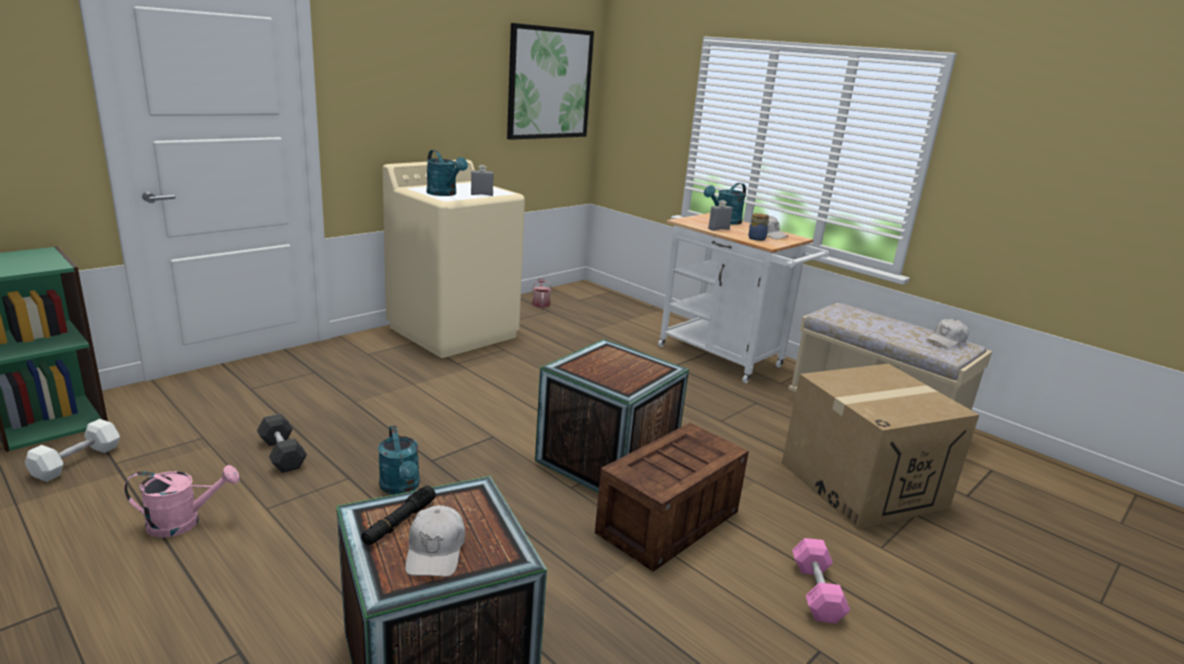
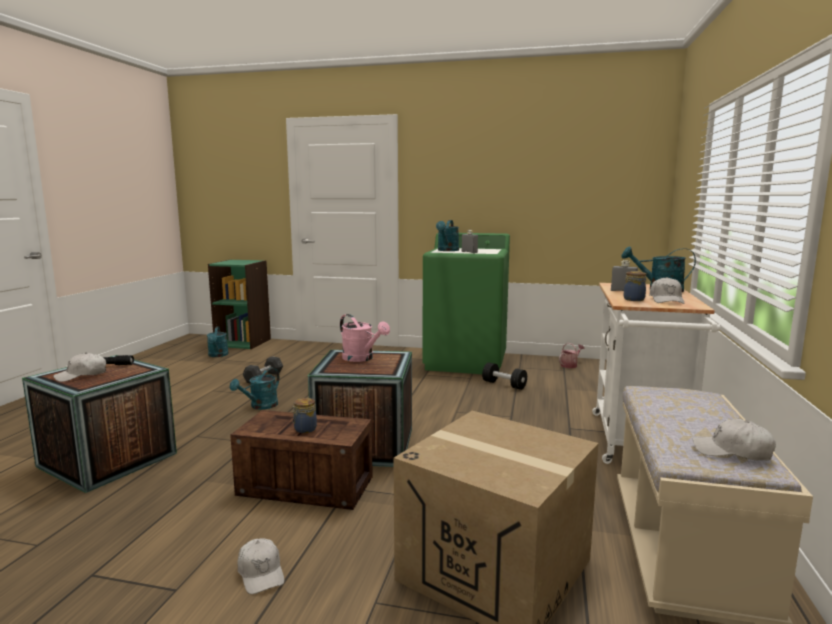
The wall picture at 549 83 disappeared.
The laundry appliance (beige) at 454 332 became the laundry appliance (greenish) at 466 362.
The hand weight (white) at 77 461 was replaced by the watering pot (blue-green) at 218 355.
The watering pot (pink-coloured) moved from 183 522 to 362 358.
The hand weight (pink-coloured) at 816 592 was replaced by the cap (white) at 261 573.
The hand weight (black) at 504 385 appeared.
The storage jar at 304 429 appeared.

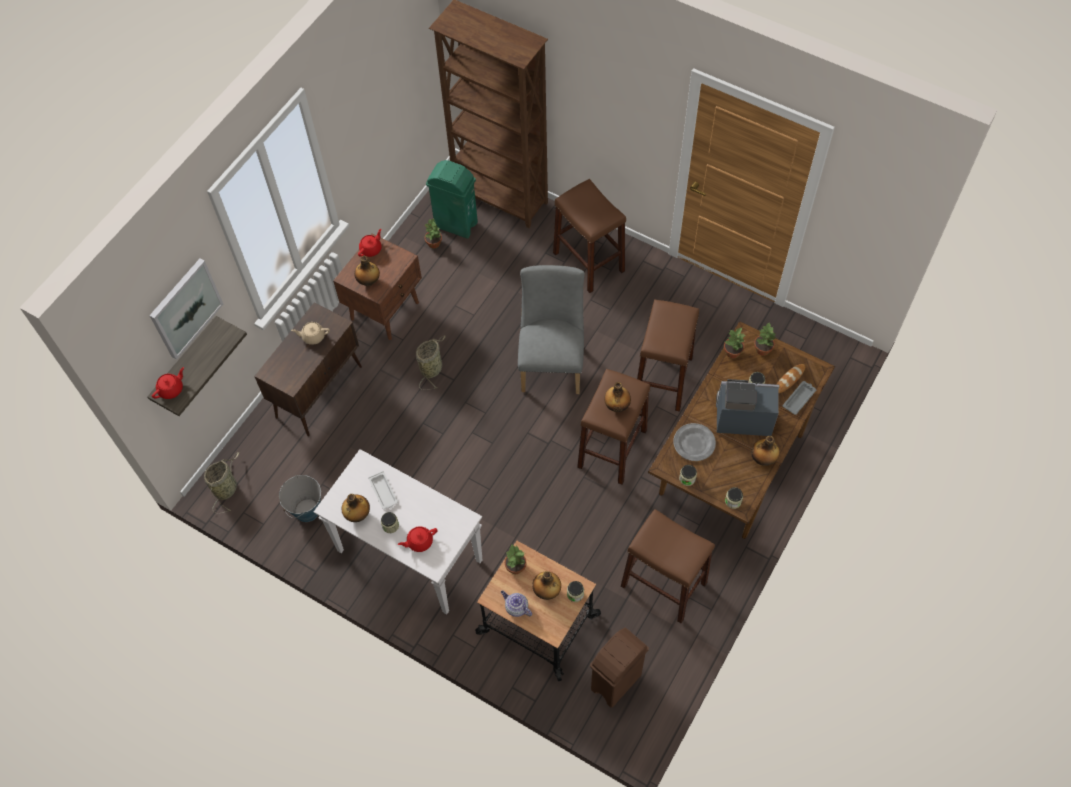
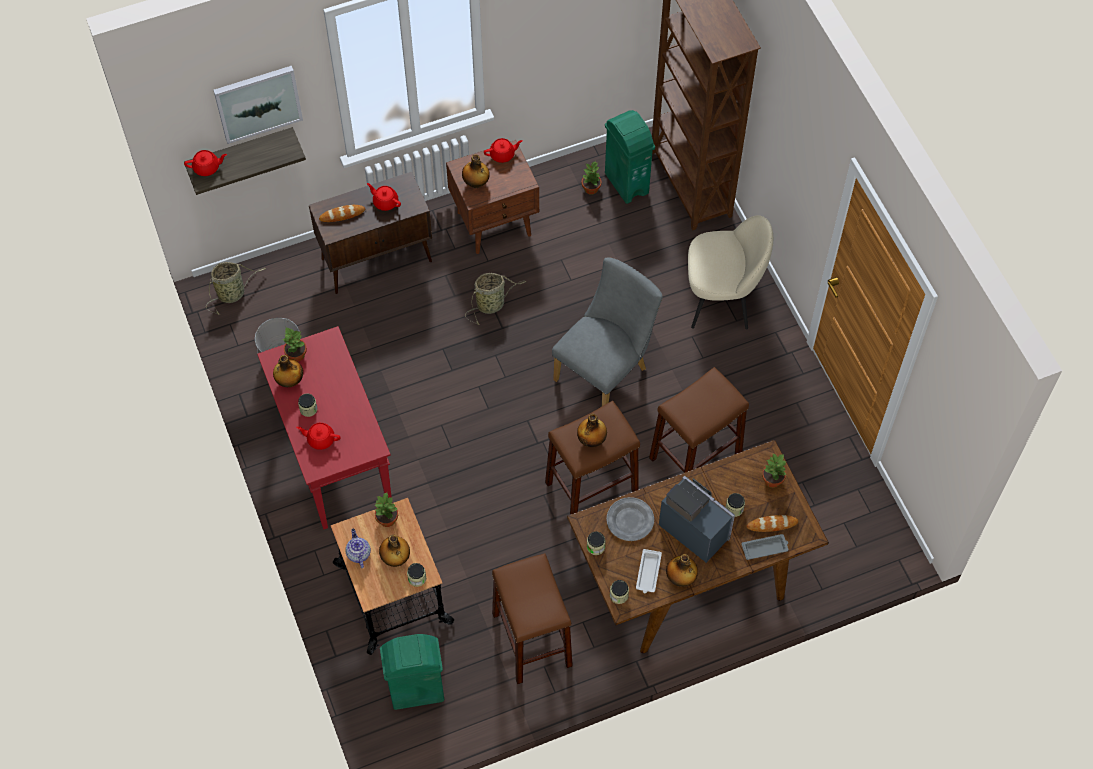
The sitting stool (brown) at 588 262 was replaced by the plain chair (beige) at 721 299.
The tea pot (beige) at 313 336 became the tea pot (red-coloured) at 385 202.
The potted plant moved from 732 352 to 296 355.
The narrow table (white) at 408 556 became the narrow table (red-coloured) at 333 457.
The carrying tray (white) moved from 384 492 to 648 573.
The trash can (brown) at 615 682 became the trash can (greenish) at 416 691.
The bread at 342 215 appeared.

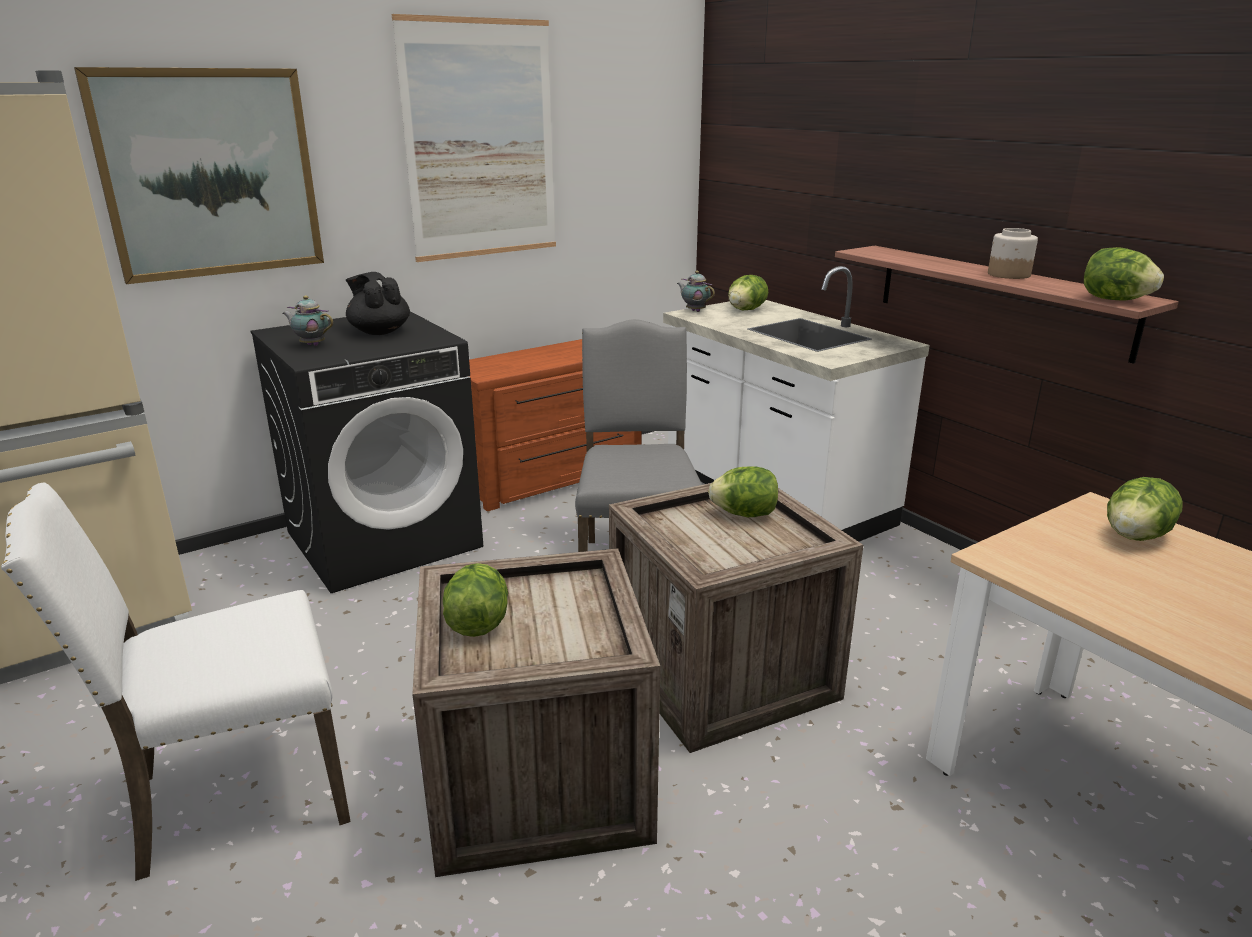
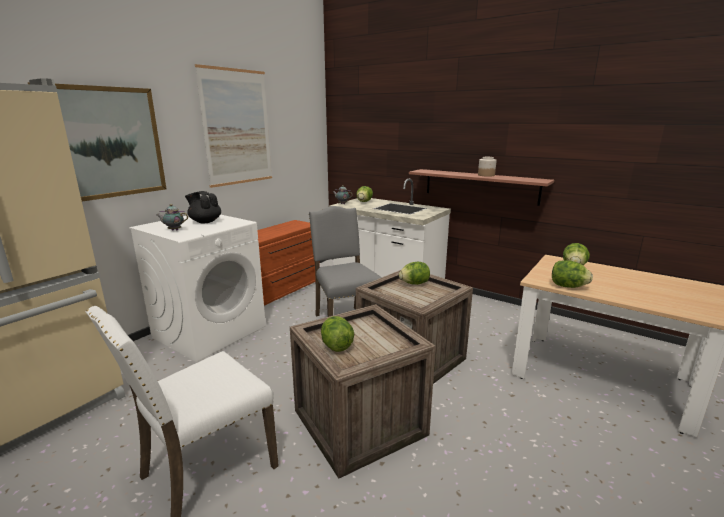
The lettuce head moved from 1114 300 to 567 286.
The laundry appliance (black) at 385 538 became the laundry appliance (white) at 210 331.

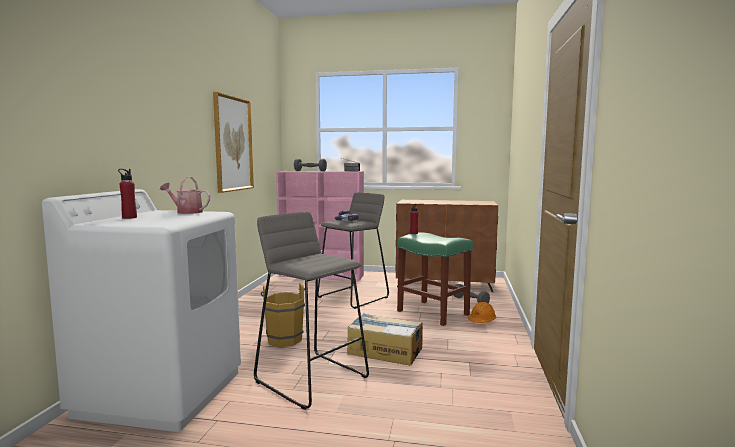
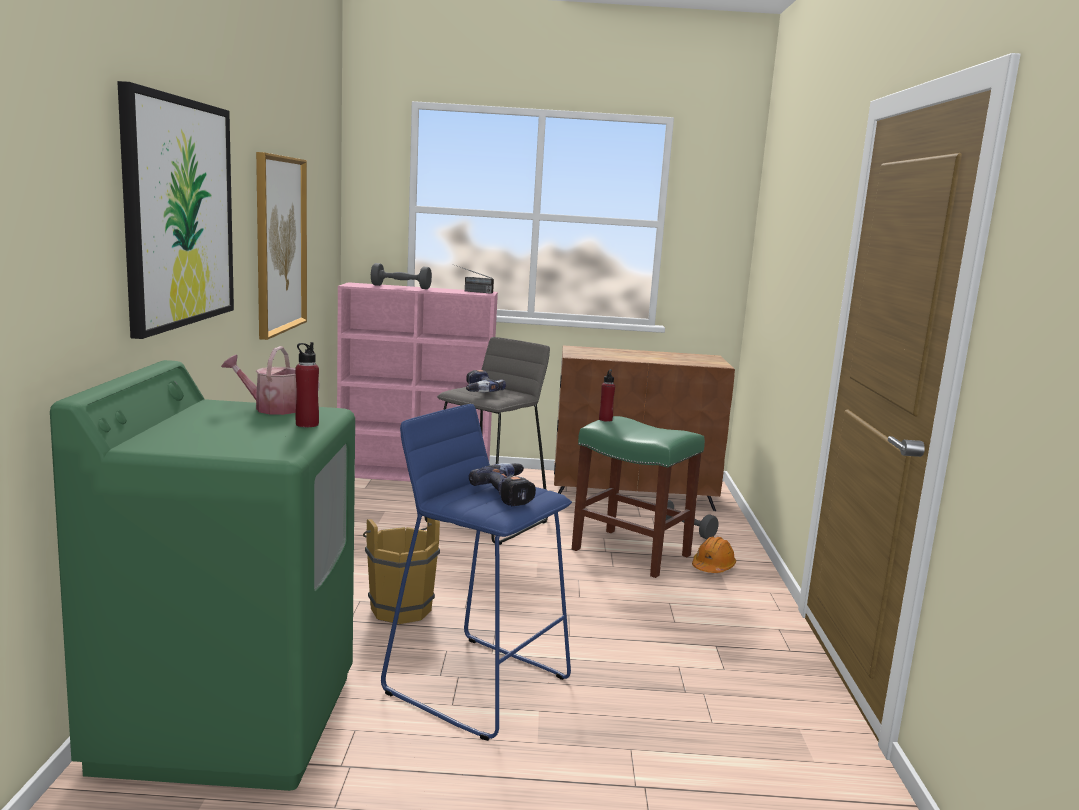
The beverage bottle (red-coloured) moved from 129 217 to 307 424.
The laundry appliance (white) at 161 392 became the laundry appliance (greenish) at 229 719.
The sitting stool (greyish) at 312 379 became the sitting stool (blue) at 478 684.
The cardboard box at 385 350 disappeared.
The wall picture at 179 213 appeared.
The power drill at 511 493 appeared.

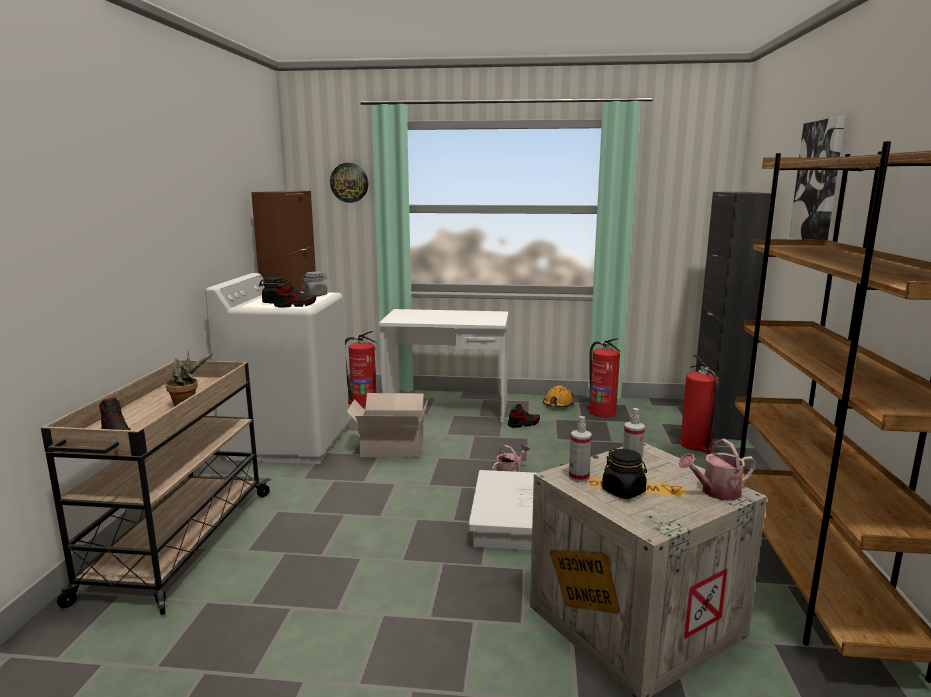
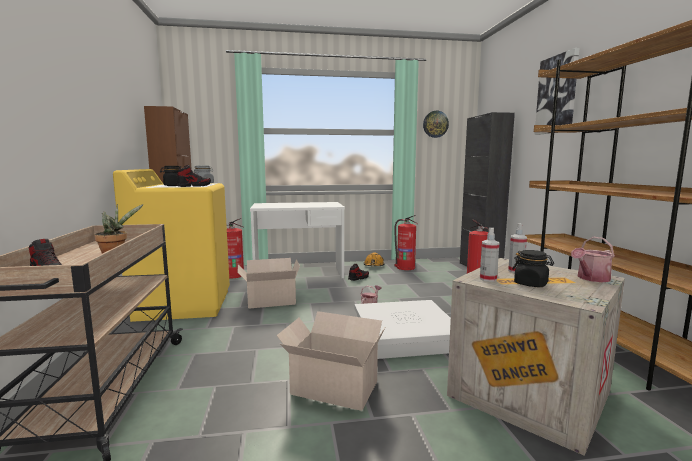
The wall clock moved from 349 182 to 435 124.
The laundry appliance (white) at 289 442 became the laundry appliance (yellow) at 184 304.
The cardboard box at 332 387 appeared.

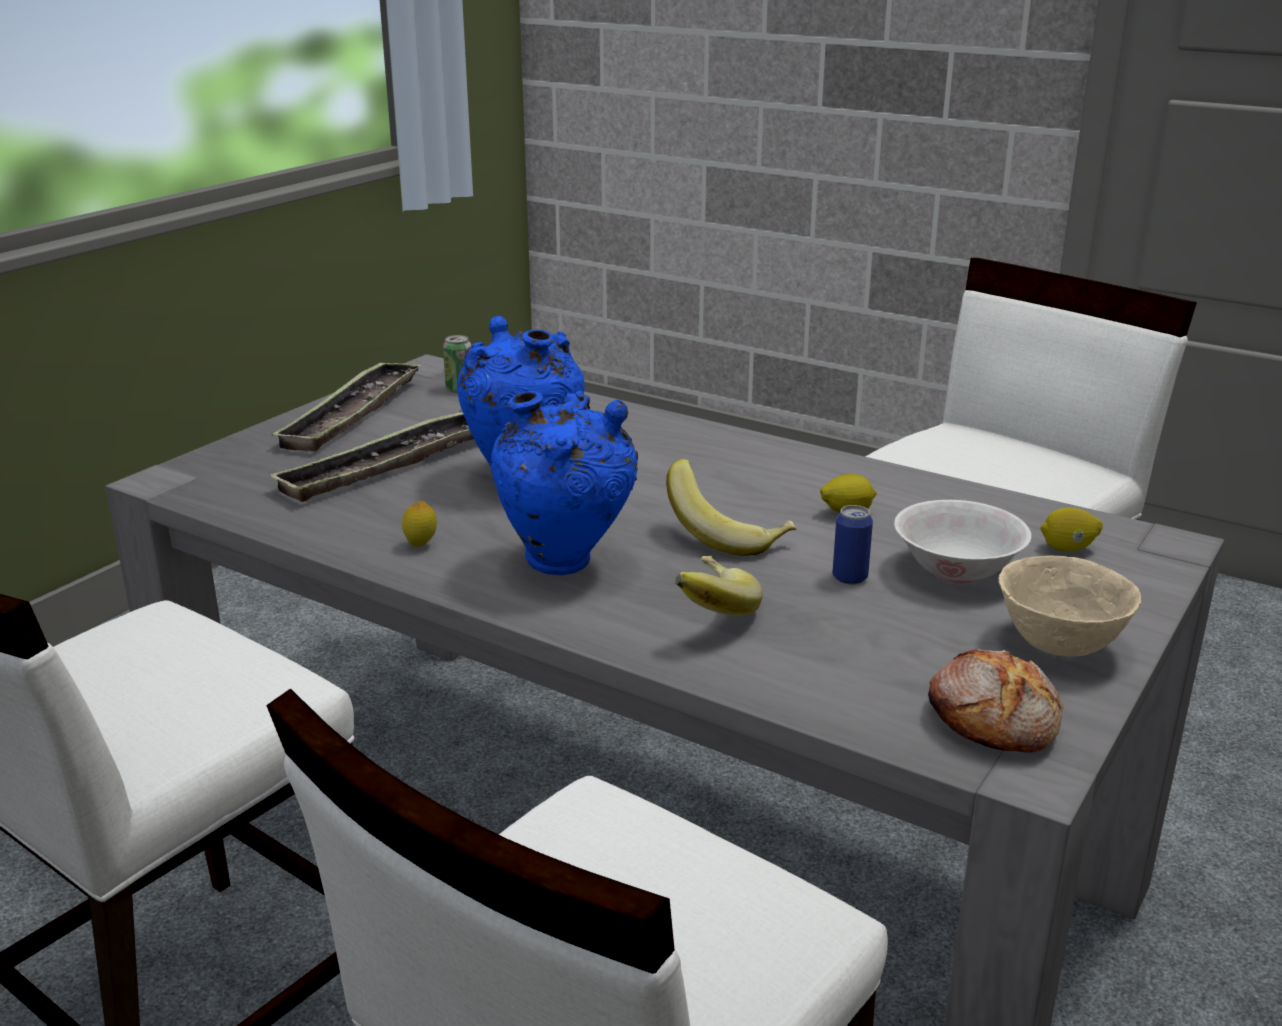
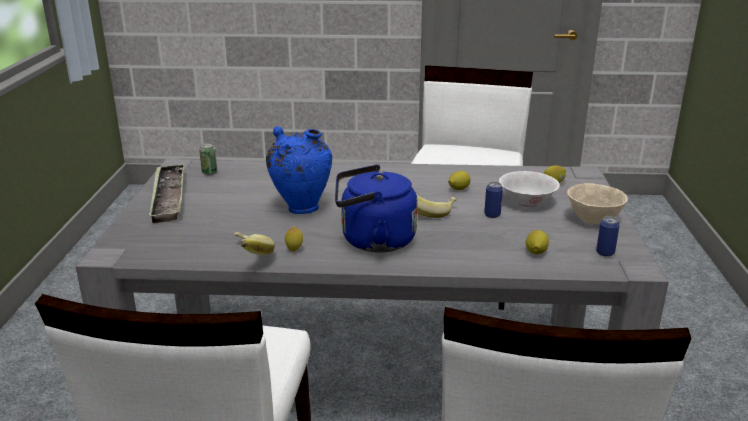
The flower vase (blue) at 566 565 was replaced by the water kettle (blue) at 373 241.
The carrying tray at 386 466 disappeared.
The banana moved from 707 611 to 248 257.
The bread at 994 718 was replaced by the sealed can at 605 253.
The lemon at 535 252 appeared.

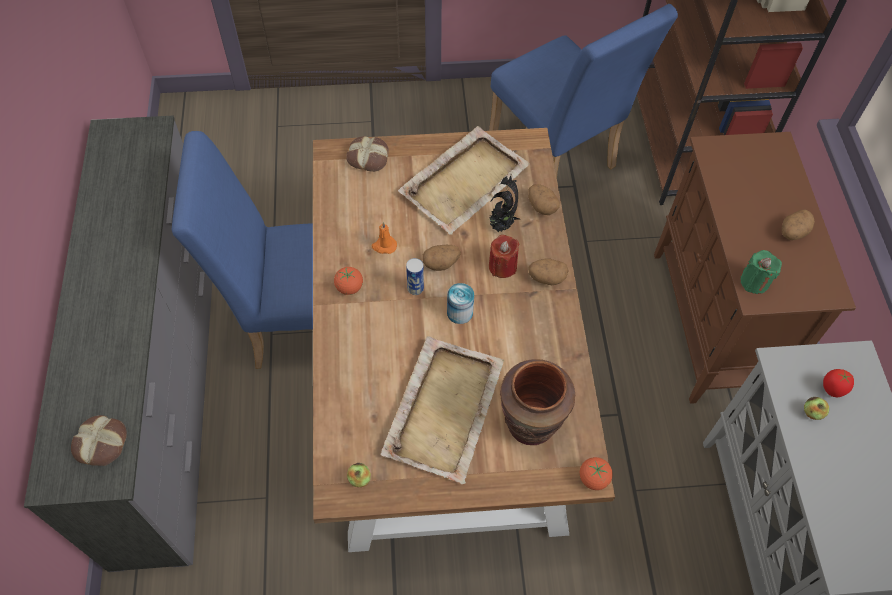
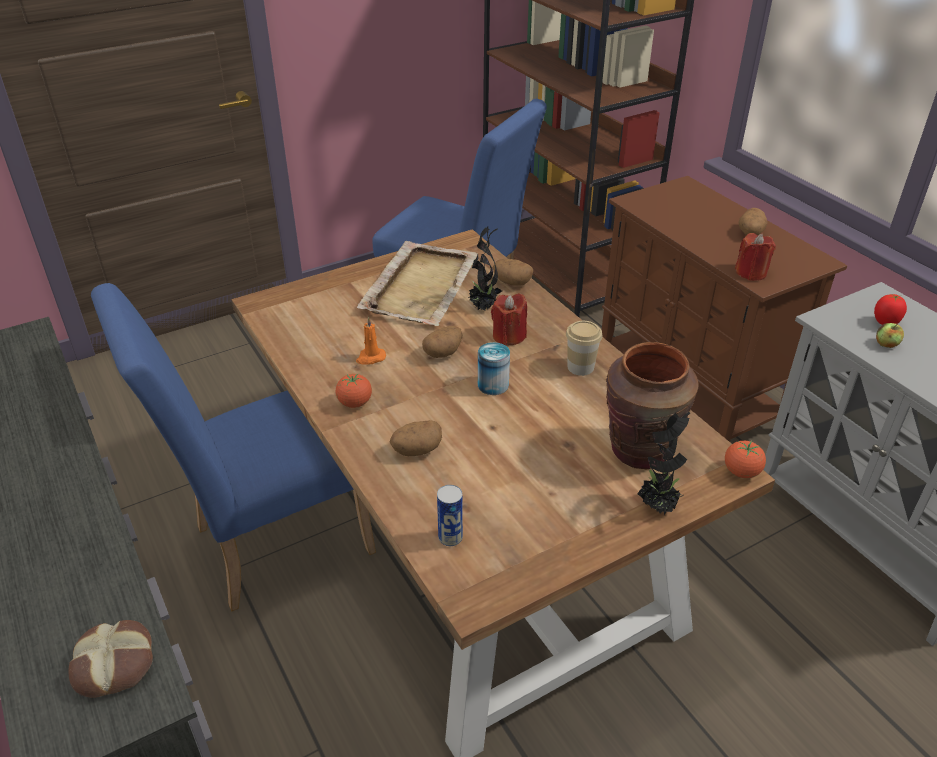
The bread at 368 157 disappeared.
The wax light (greenish) at 754 282 became the wax light (red-coloured) at 751 273.
The sealed can moved from 415 288 to 450 537.
The whole potato moved from 546 278 to 416 450.
The carrying tray (beige) at 445 408 disappeared.
The apple fruit at 359 479 disappeared.
The small cup at 580 367 appeared.
The potted plant at 658 507 appeared.

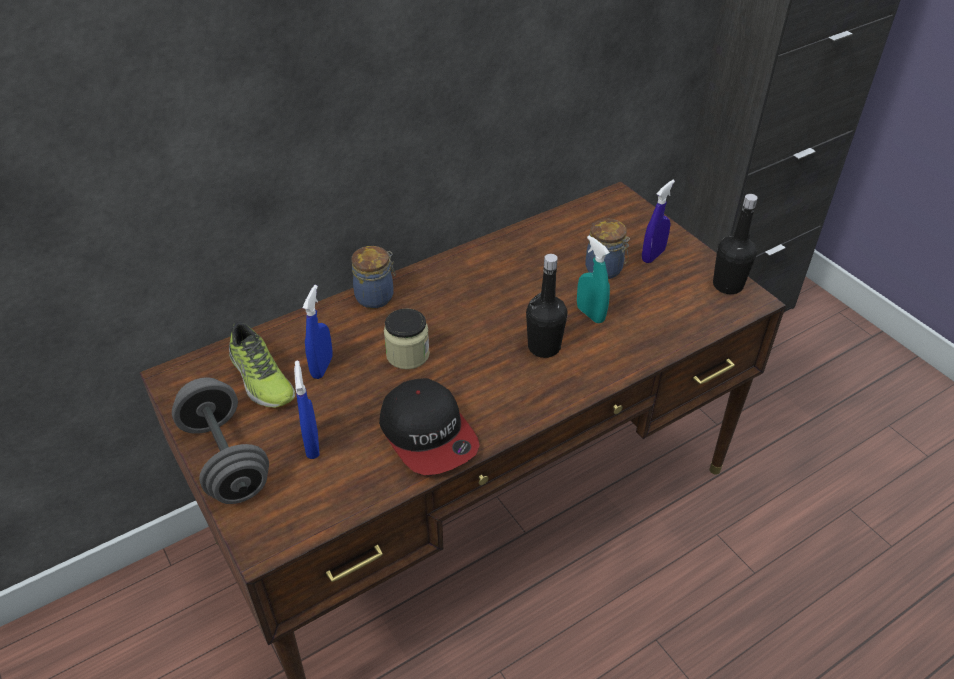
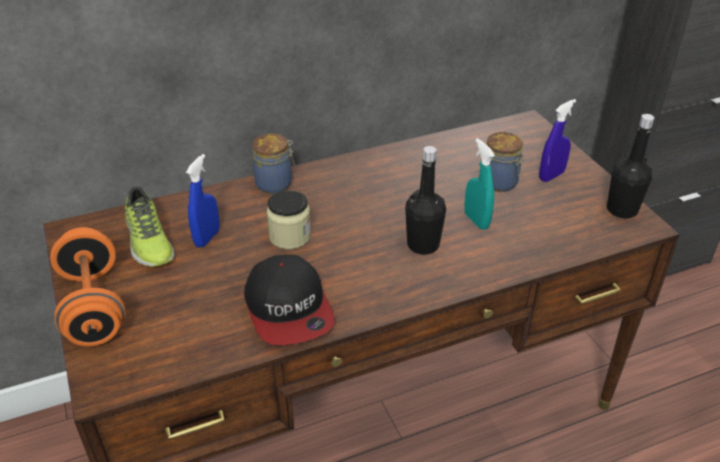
The sprayer (blue) at 312 445 disappeared.
The hand weight (greyish) at 226 459 became the hand weight (orangey) at 93 306.

